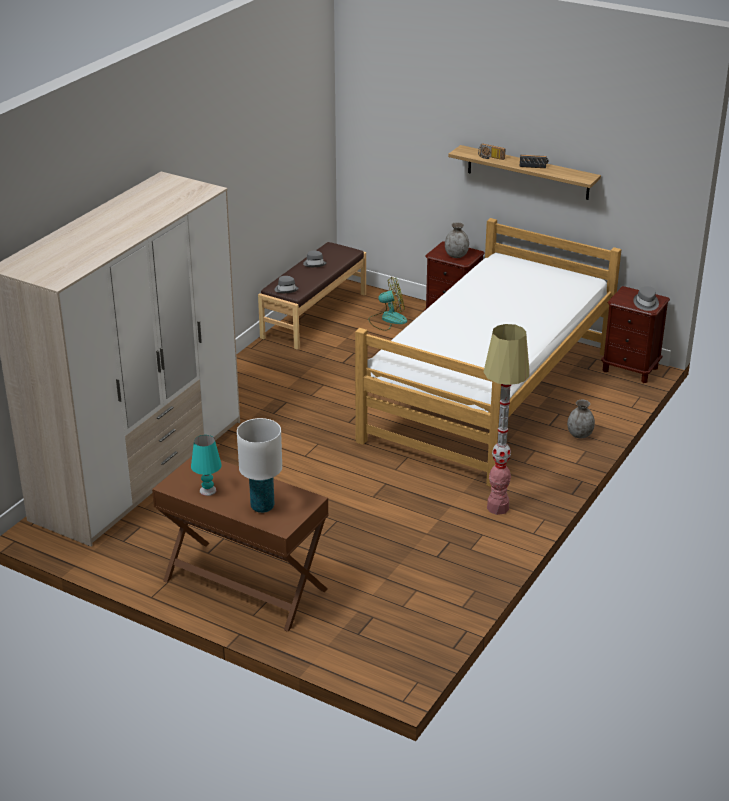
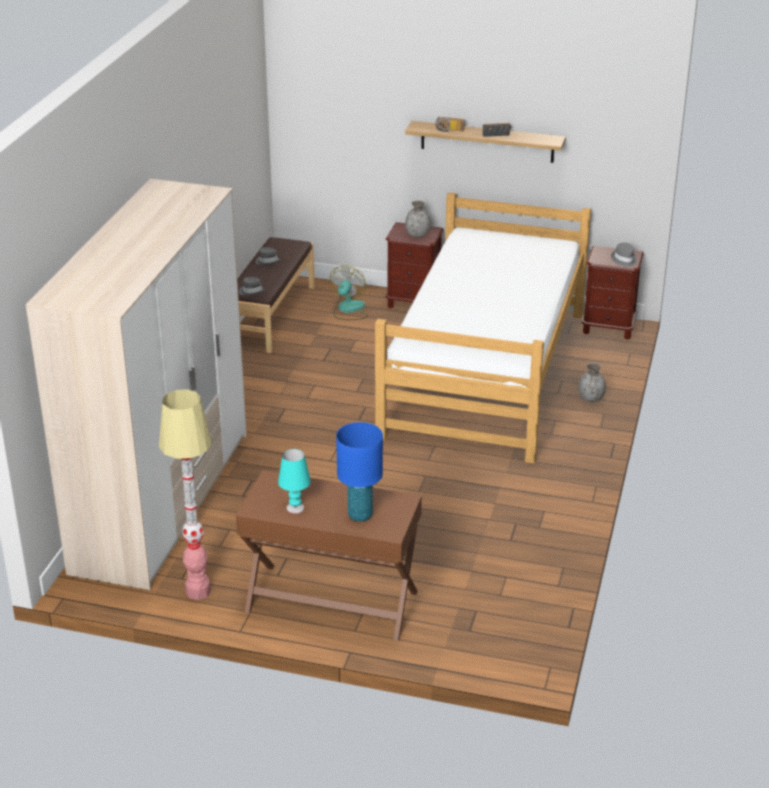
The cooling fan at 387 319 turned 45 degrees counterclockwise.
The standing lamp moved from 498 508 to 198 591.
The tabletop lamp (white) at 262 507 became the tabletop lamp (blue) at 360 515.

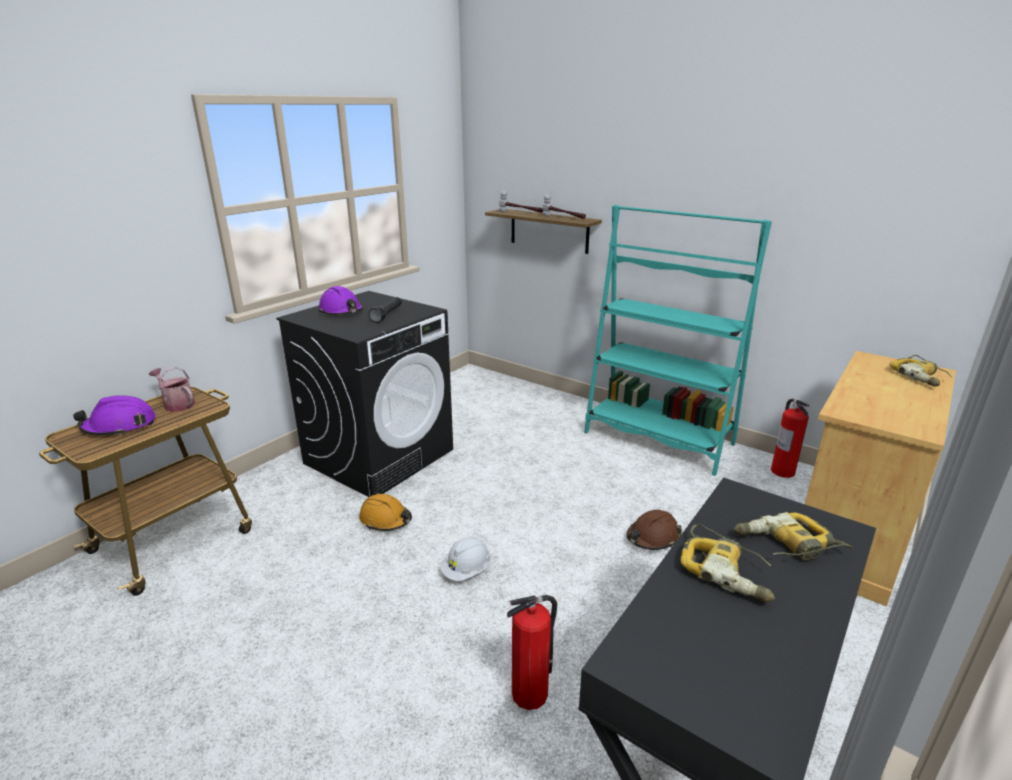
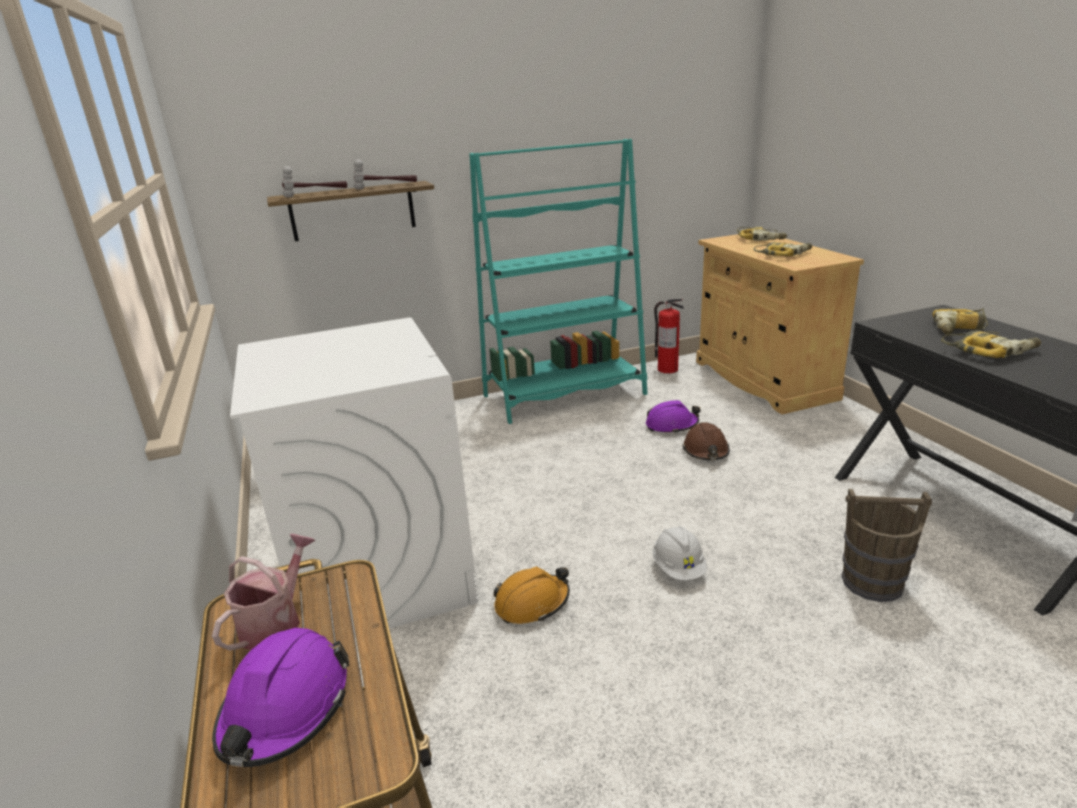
The safety helmet (purple-coloured) moved from 341 312 to 671 425.
The laundry appliance (black) at 380 456 became the laundry appliance (white) at 380 571.
The flashlight (black) at 387 315 disappeared.
The watering pot at 177 404 turned 135 degrees clockwise.
The extinguisher at 530 693 was replaced by the bucket (brown) at 873 582.
The power drill at 783 254 appeared.

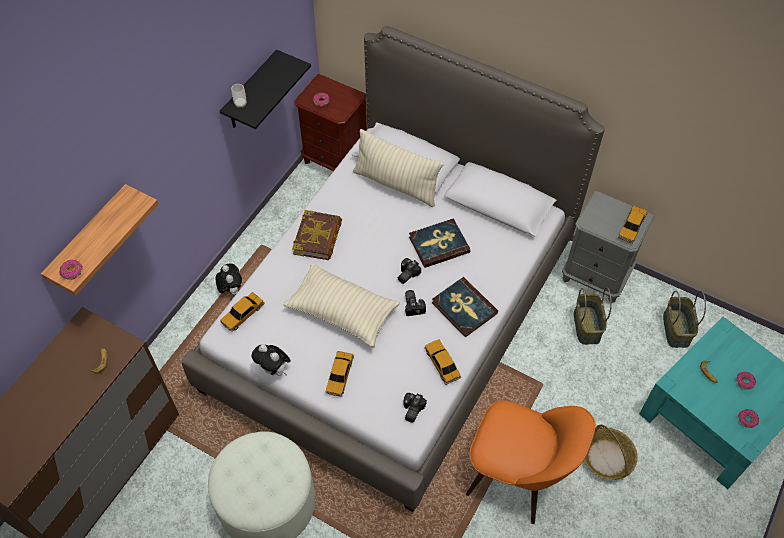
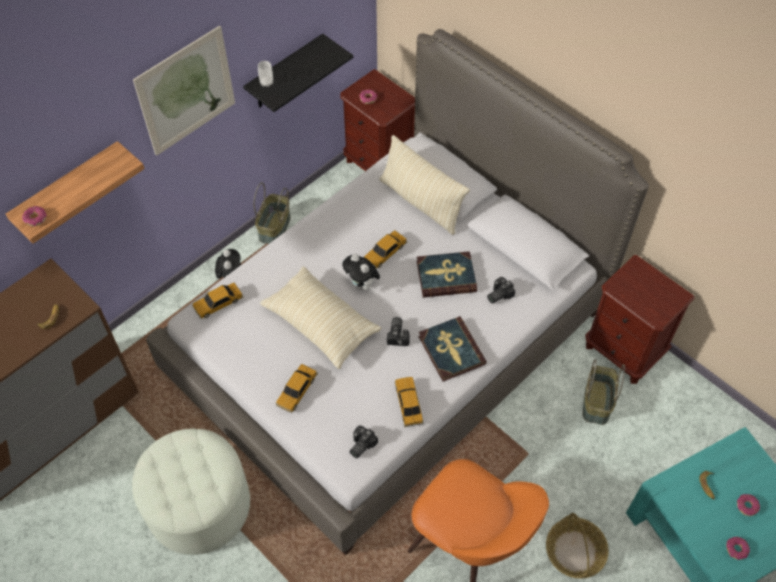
The nightstand (greyish) at 595 277 became the nightstand (brown) at 623 351.
The toy car moved from 631 227 to 385 252.
The bound book at 318 238 disappeared.
The still camera moved from 406 274 to 498 294.
The household basket moved from 677 329 to 275 228.
The cuddly toy moved from 274 370 to 362 285.
The wall picture at 186 91 appeared.

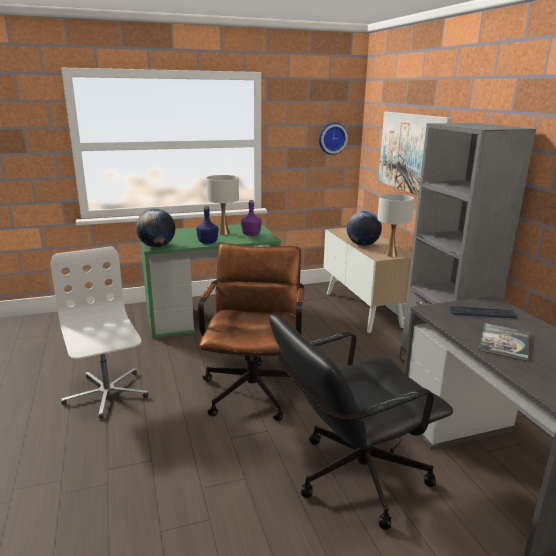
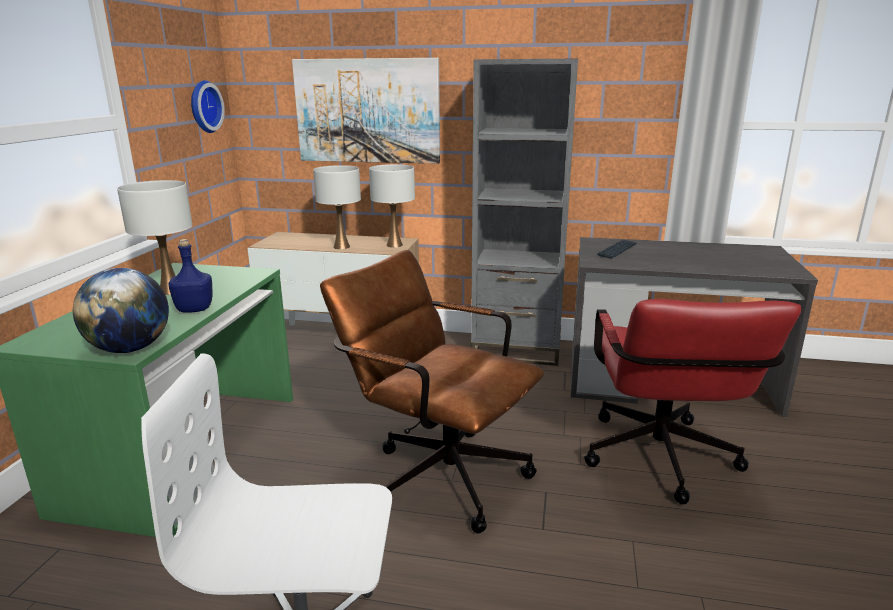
The beverage bottle (purple-coloured) at 251 234 disappeared.
The globe at 362 245 was replaced by the tabletop lamp (white) at 341 247.
The office chair (black) at 350 478 became the office chair (red-coloured) at 661 463.
The bound book at 504 342 disappeared.

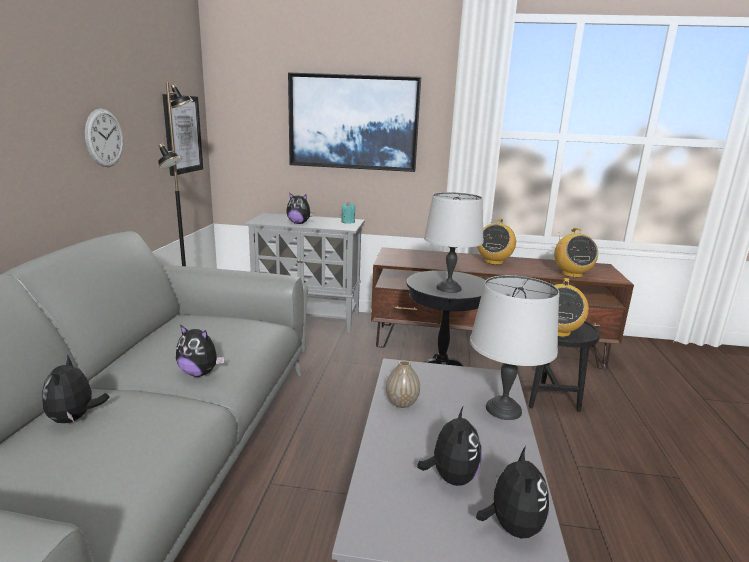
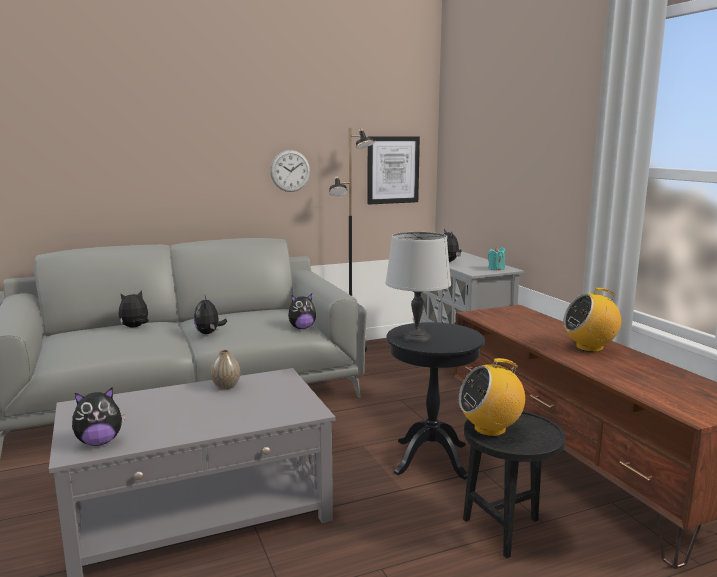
The wall picture at 353 122 disappeared.
The radio at 571 274 disappeared.
The tabletop lamp (greyish) at 504 409 disappeared.
The cuddly toy moved from 451 477 to 302 328.

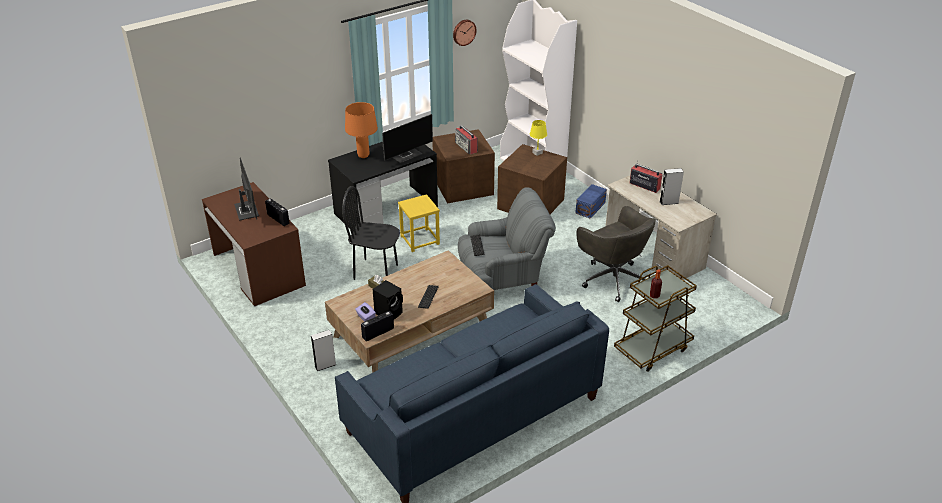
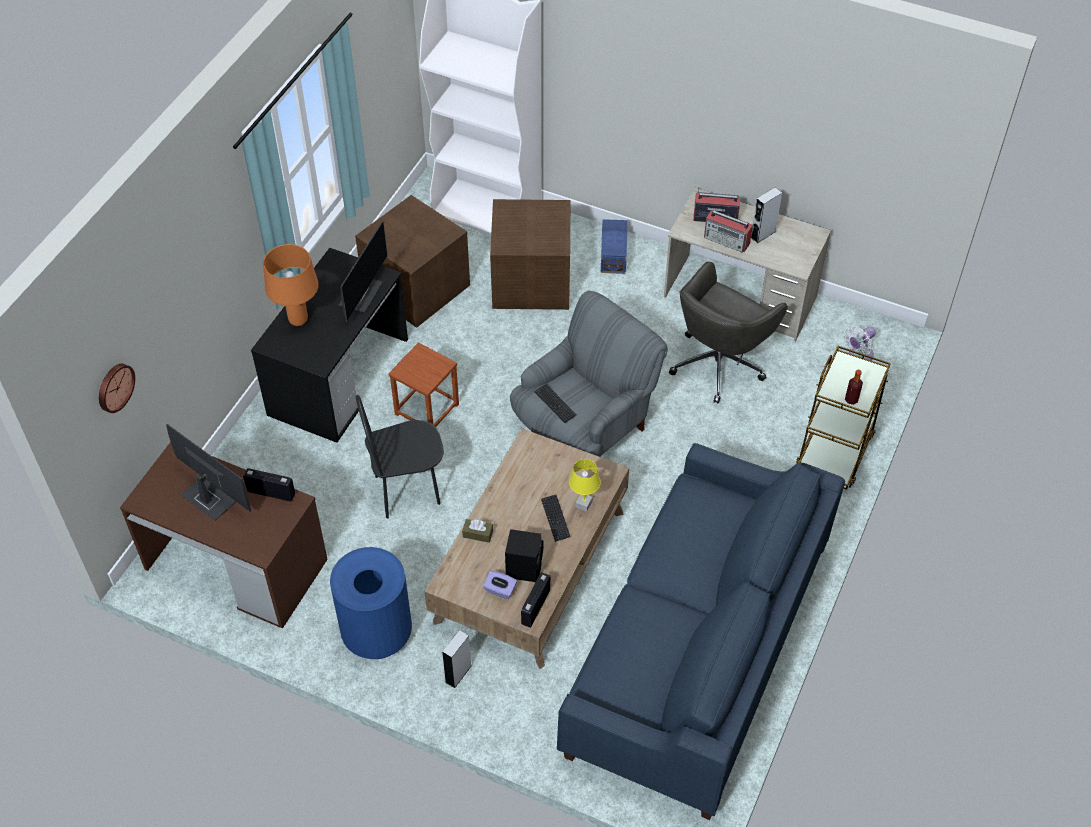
The wall clock moved from 463 32 to 114 387.
The tabletop lamp (yellow) moved from 537 153 to 584 504.
The radio moved from 466 147 to 727 240.
The sitting stool (yellow) at 420 240 became the sitting stool (brown) at 427 409.
The office chair (greyish) at 612 279 turned 105 degrees clockwise.
The cooling fan (white) at 858 355 appeared.
The trash can (blue) at 377 634 appeared.

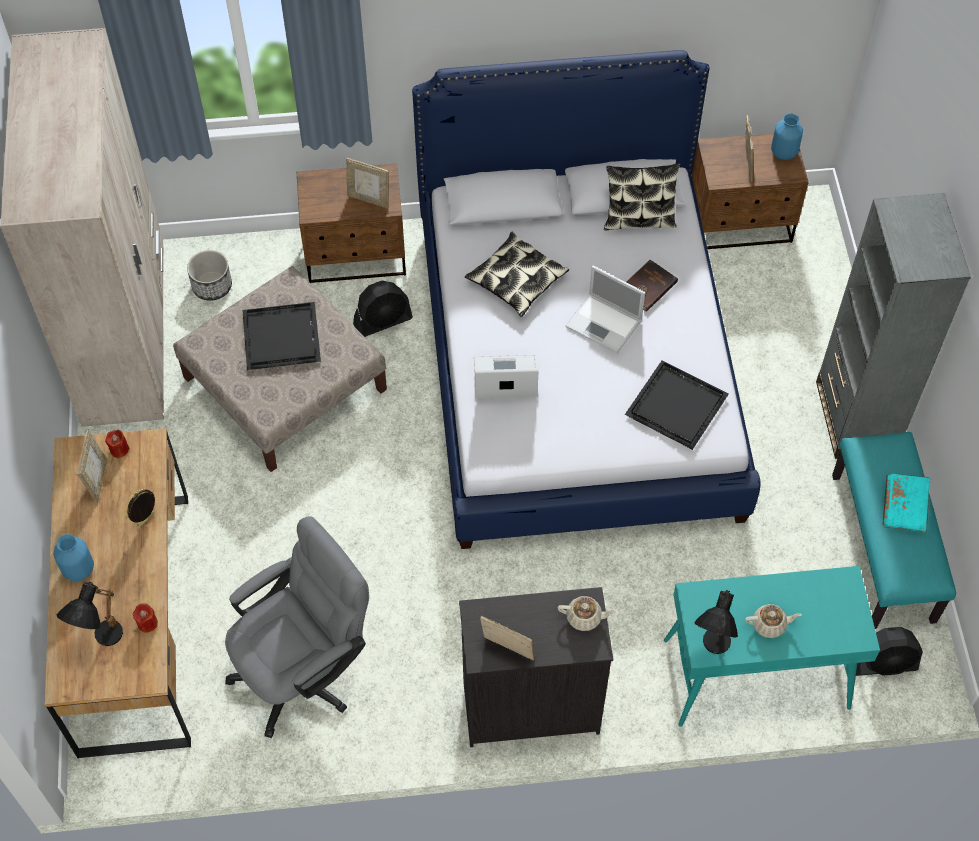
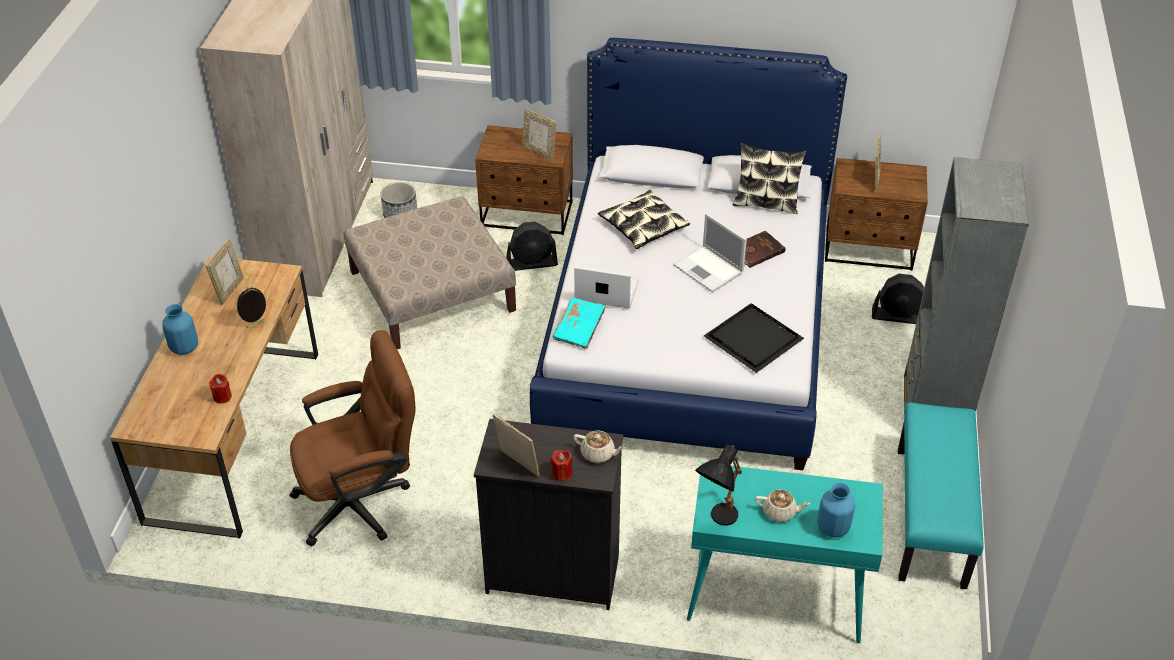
The flower vase (blue) moved from 784 152 to 833 528.
The carrying tray (black) at 283 338 disappeared.
The wax light (red-coloured) moved from 119 449 to 562 473.
The bound book (blue-green) moved from 904 507 to 579 329.
The office chair (greyish) at 305 670 became the office chair (brown) at 362 501.
The tabletop lamp (black) at 101 641 disappeared.
The cooling fan (black) moved from 884 663 to 898 316.

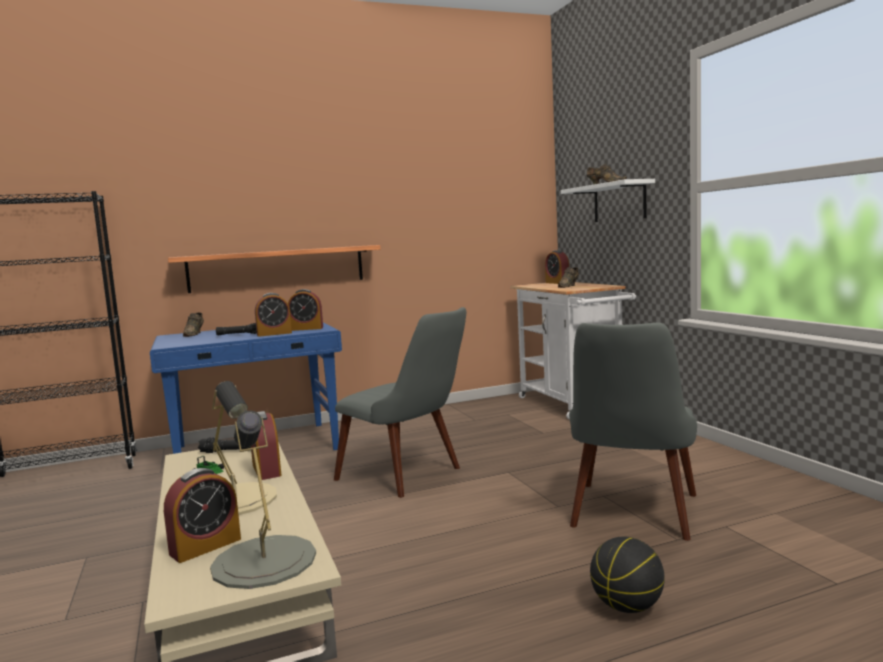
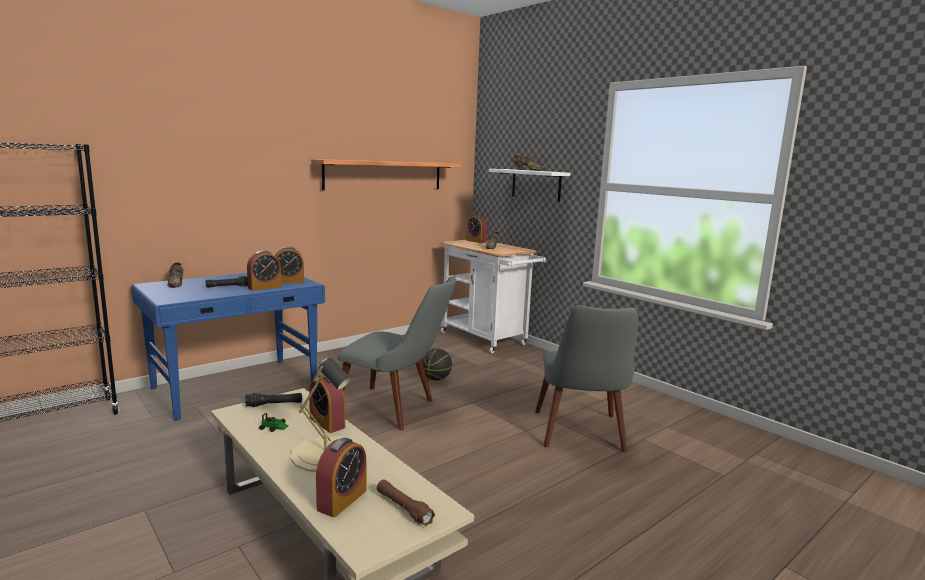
The wall shelf moved from 277 268 to 384 175.
The tabletop lamp (greyish) at 263 561 was replaced by the flashlight (brown) at 403 508.
The basketball moved from 627 607 to 436 379.

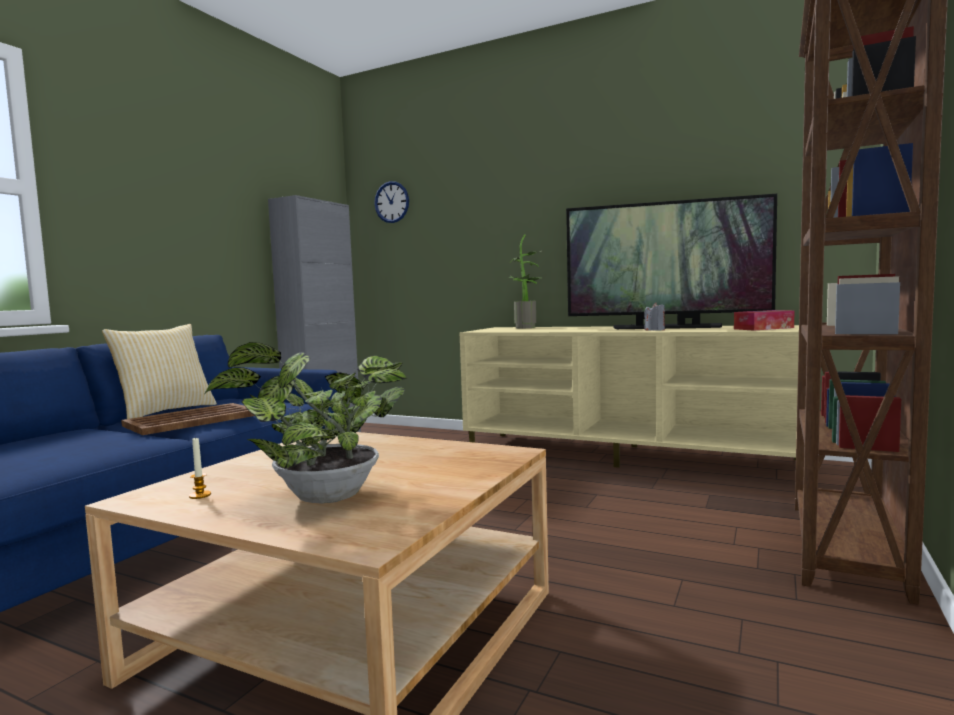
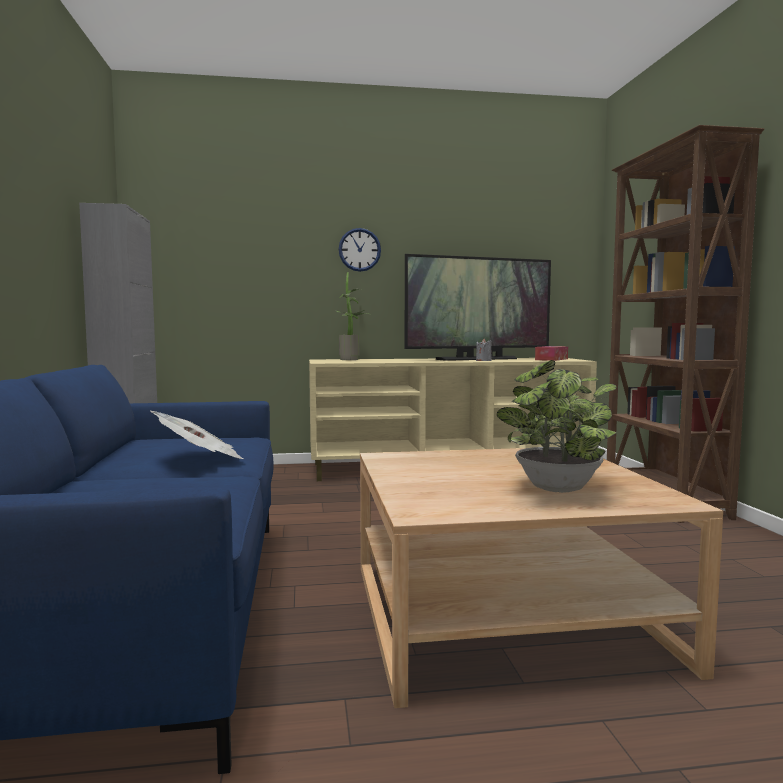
The wall clock moved from 392 202 to 359 250.
The cushion at 165 411 disappeared.
The carrying tray (brown) at 193 420 was replaced by the printed paper at 200 459.
The wax light at 200 495 disappeared.

